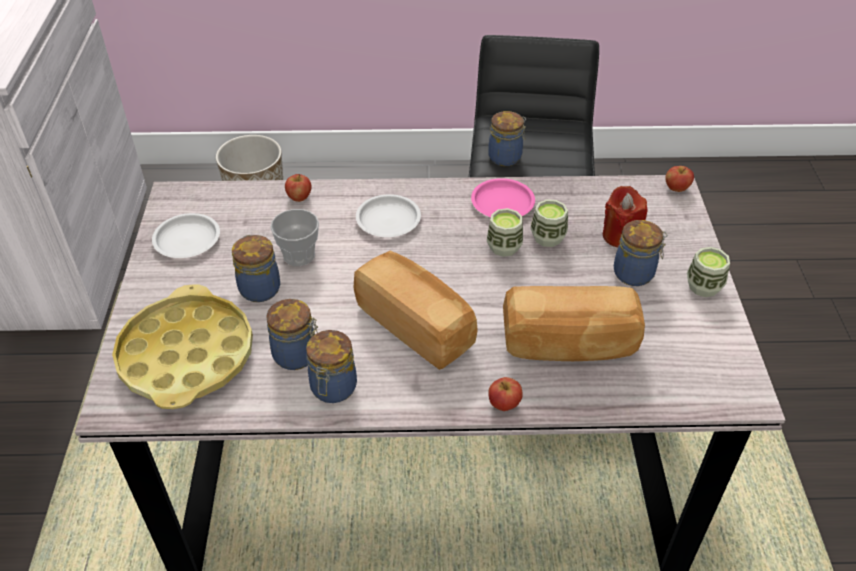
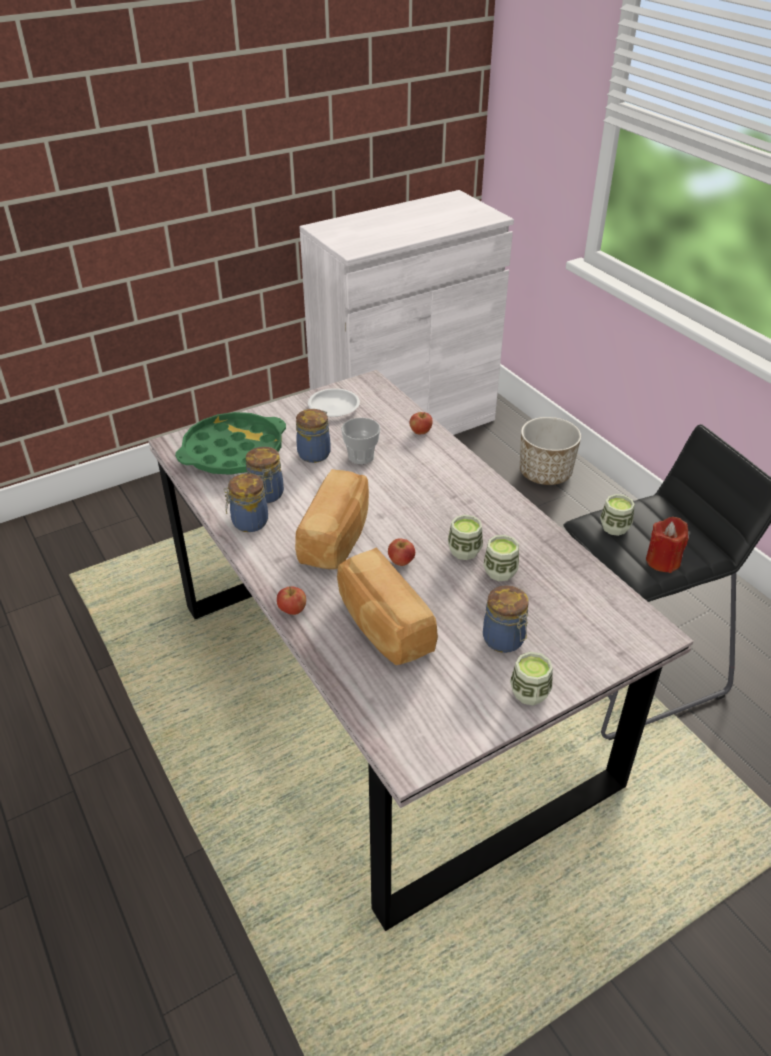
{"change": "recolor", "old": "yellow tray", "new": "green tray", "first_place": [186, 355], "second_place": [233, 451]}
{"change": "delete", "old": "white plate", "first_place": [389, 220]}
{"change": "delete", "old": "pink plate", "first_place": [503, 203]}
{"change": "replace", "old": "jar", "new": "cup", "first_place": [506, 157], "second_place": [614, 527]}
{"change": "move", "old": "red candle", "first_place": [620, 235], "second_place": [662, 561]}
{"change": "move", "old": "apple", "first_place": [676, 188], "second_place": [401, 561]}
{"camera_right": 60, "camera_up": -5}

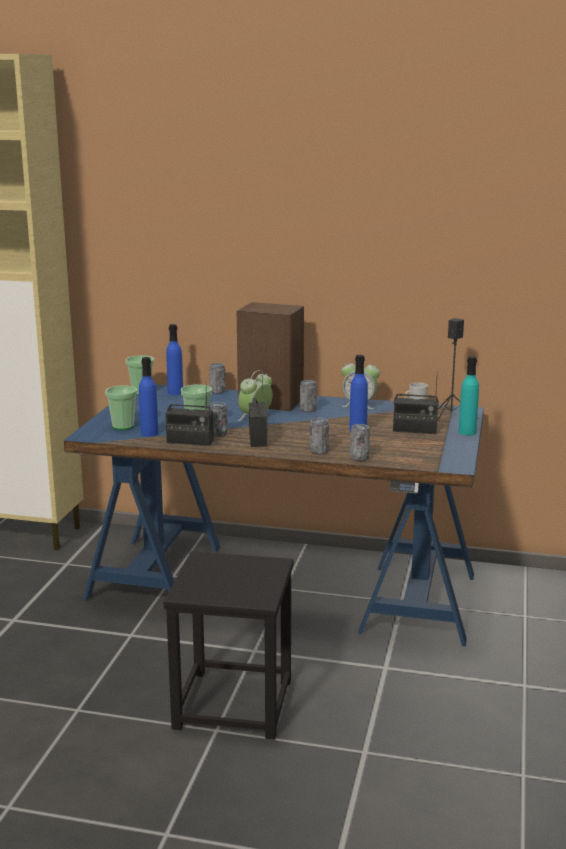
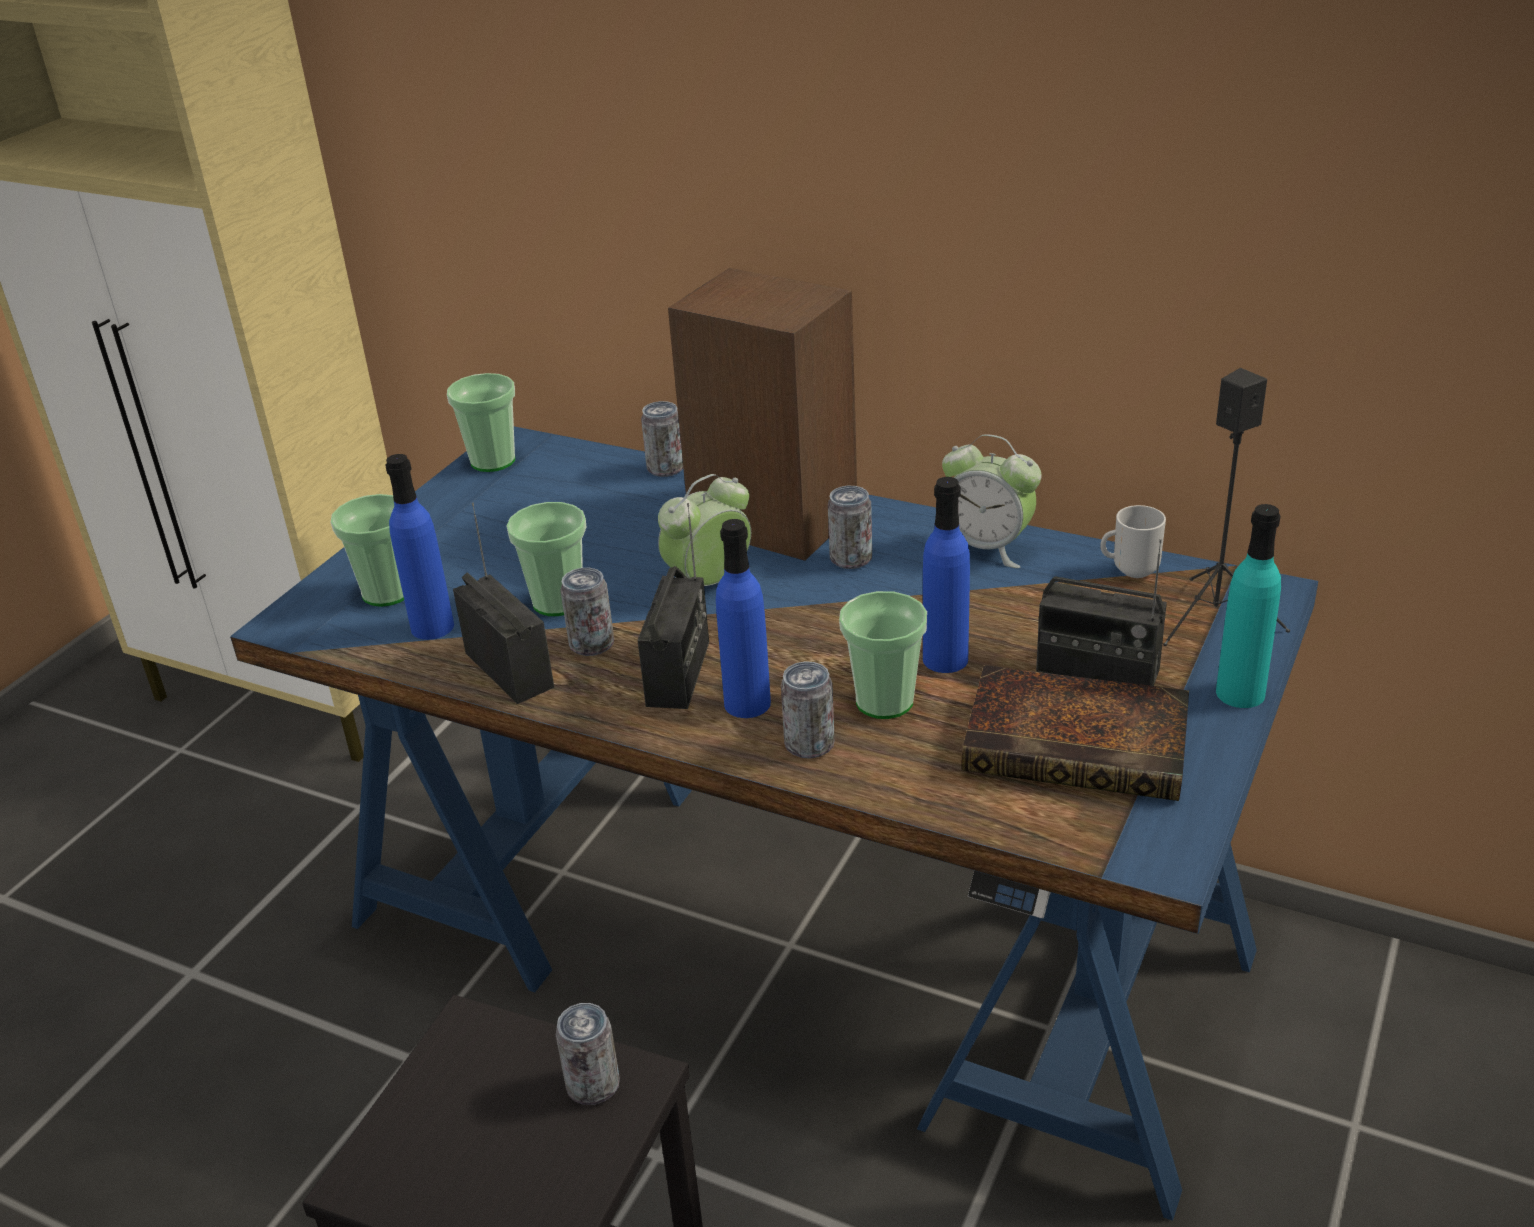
{"change": "rotate", "old": "radio", "first_place": [190, 441], "second_place": [510, 670], "degrees": -150}
{"change": "move", "old": "blue bottle", "first_place": [175, 392], "second_place": [747, 703]}
{"change": "move", "old": "can", "first_place": [359, 458], "second_place": [593, 1085]}
{"change": "insert", "new": "cup", "second_place": [884, 701]}
{"change": "insert", "new": "book", "second_place": [1082, 744]}
{"camera_right": 15, "camera_up": 15}

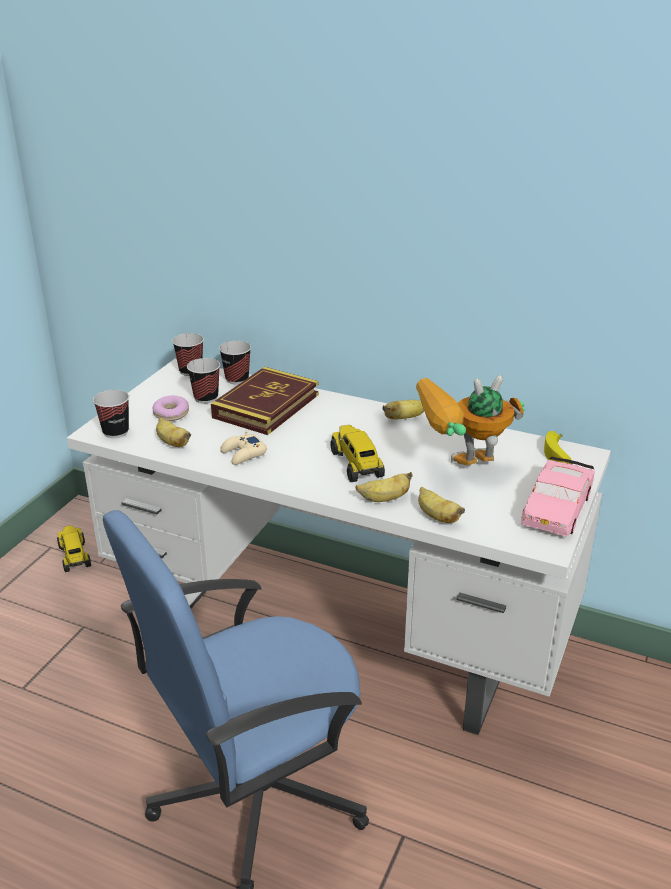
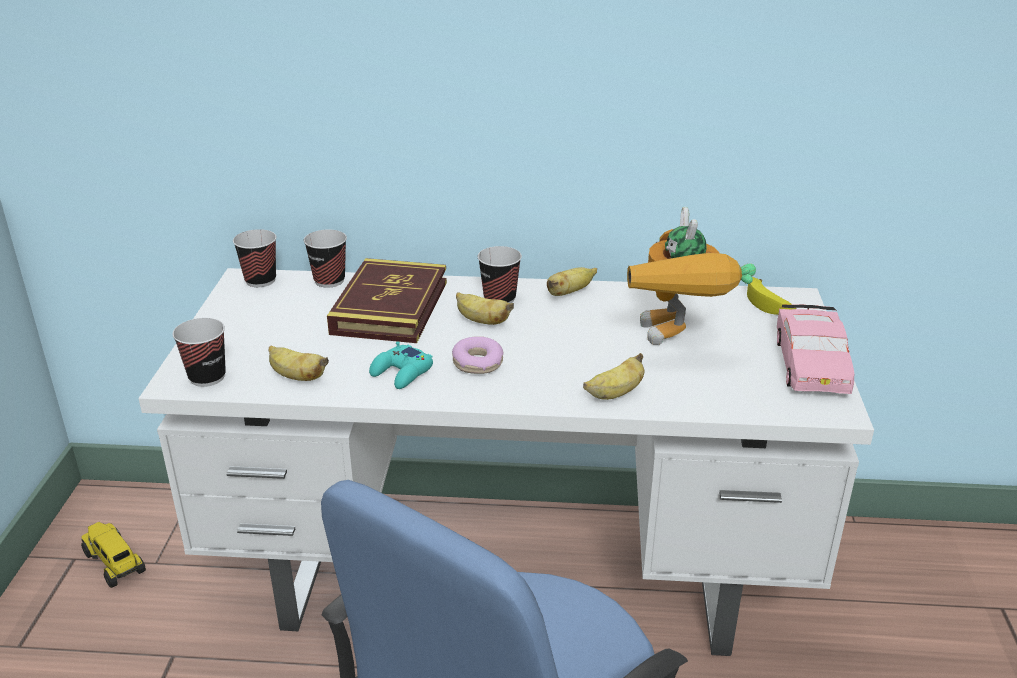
{"change": "move", "old": "donut", "first_place": [171, 414], "second_place": [477, 363]}
{"change": "move", "old": "cup", "first_place": [206, 398], "second_place": [499, 299]}
{"change": "recolor", "old": "beige game controller", "new": "turquoise game controller", "first_place": [243, 454], "second_place": [402, 373]}
{"change": "delete", "old": "toy truck", "first_place": [357, 465]}
{"change": "rotate", "old": "toy robot", "first_place": [461, 471], "second_place": [678, 342], "degrees": -60}
{"change": "move", "old": "banana", "first_place": [436, 517], "second_place": [481, 321]}
{"camera_right": -20, "camera_up": 0}

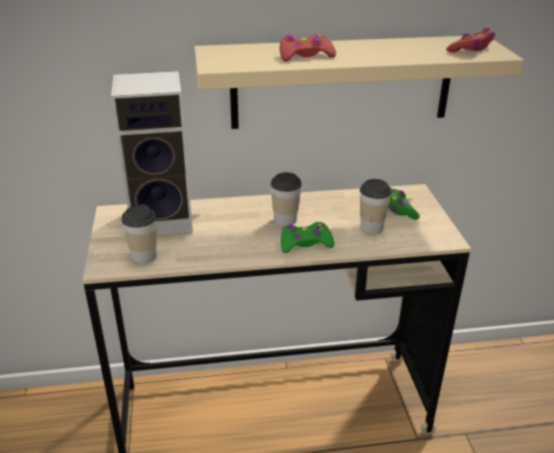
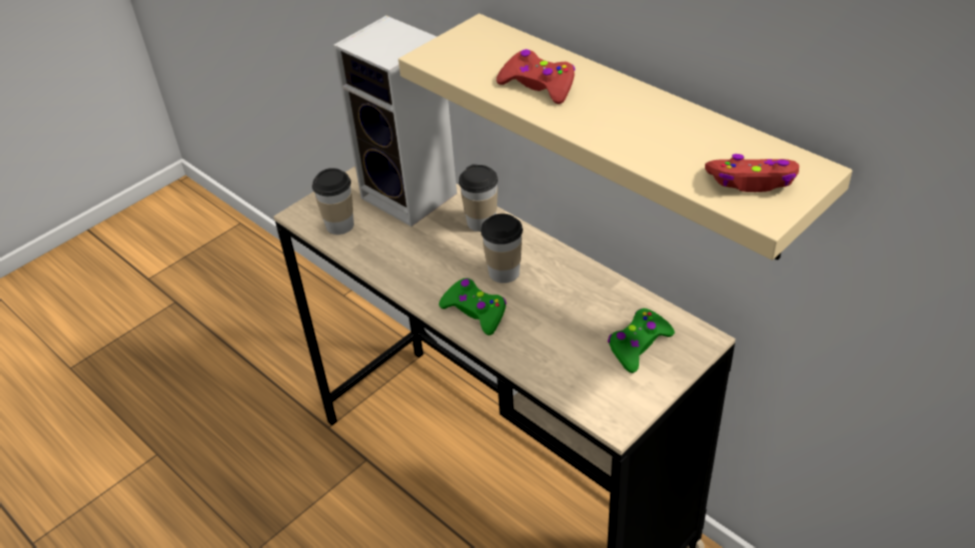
{"change": "move", "old": "cup", "first_place": [371, 227], "second_place": [481, 222]}
{"camera_right": 55, "camera_up": 10}

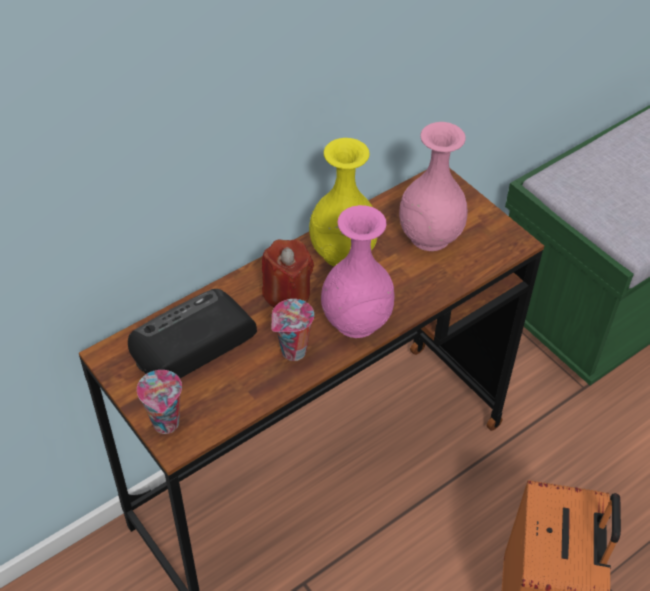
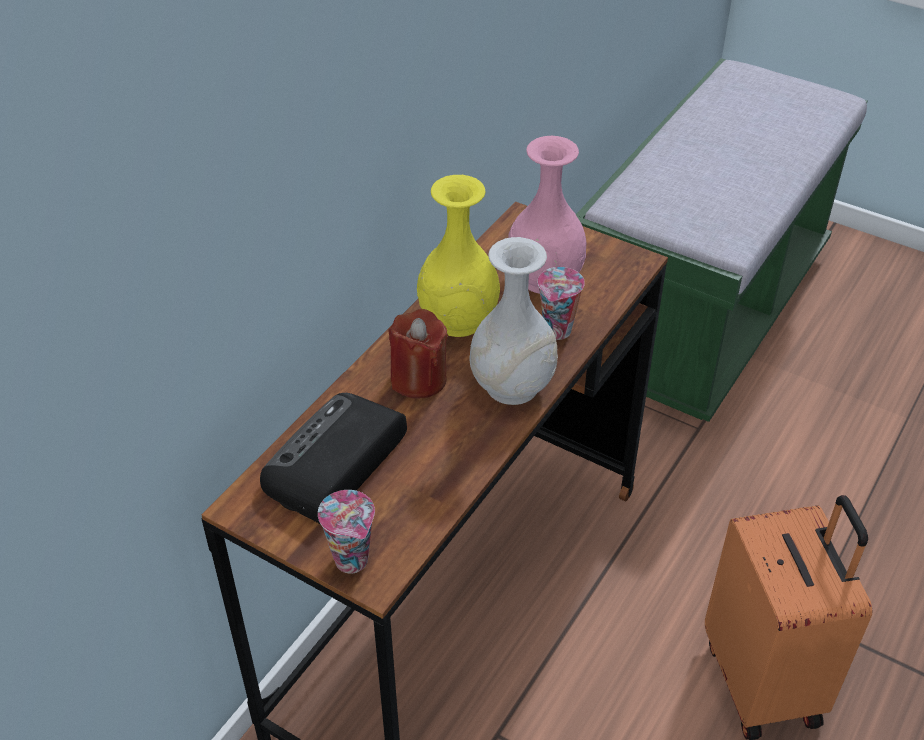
{"change": "move", "old": "cup", "first_place": [293, 352], "second_place": [557, 332]}
{"change": "recolor", "old": "pink vase", "new": "white vase", "first_place": [356, 322], "second_place": [513, 387]}
{"camera_right": -20, "camera_up": -5}

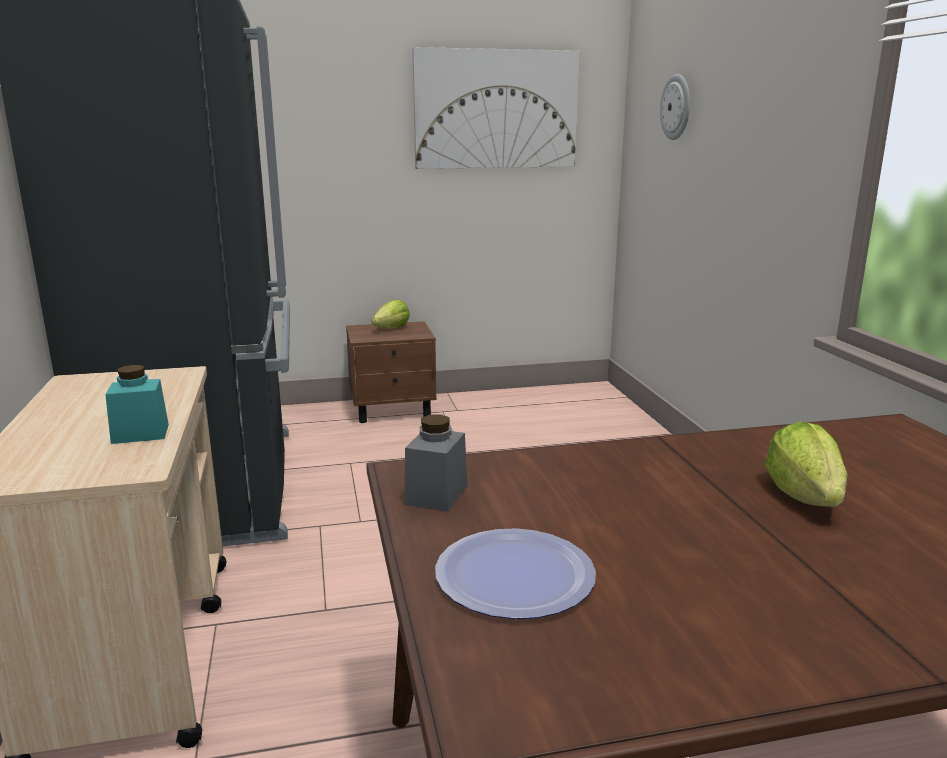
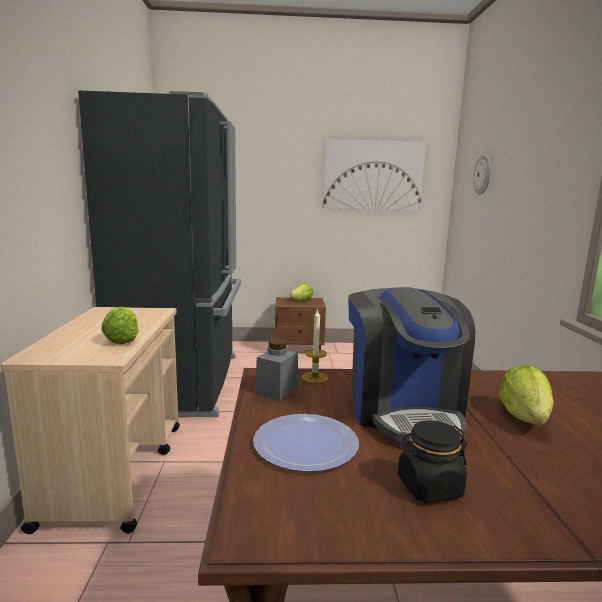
{"change": "replace", "old": "turquoise jar", "new": "lettuce", "first_place": [140, 434], "second_place": [123, 340]}
{"change": "insert", "new": "candle", "second_place": [315, 377]}
{"change": "insert", "new": "coffee machine", "second_place": [403, 409]}
{"change": "insert", "new": "black jar", "second_place": [429, 487]}
{"camera_right": 10, "camera_up": -5}

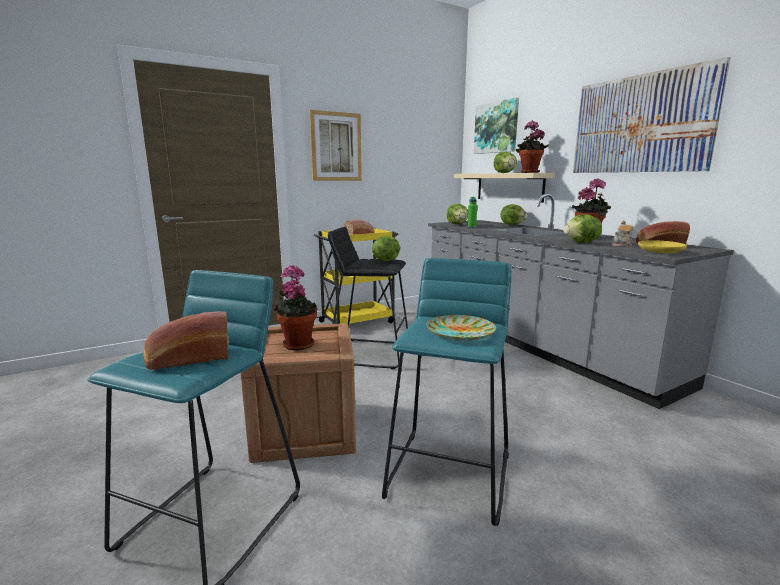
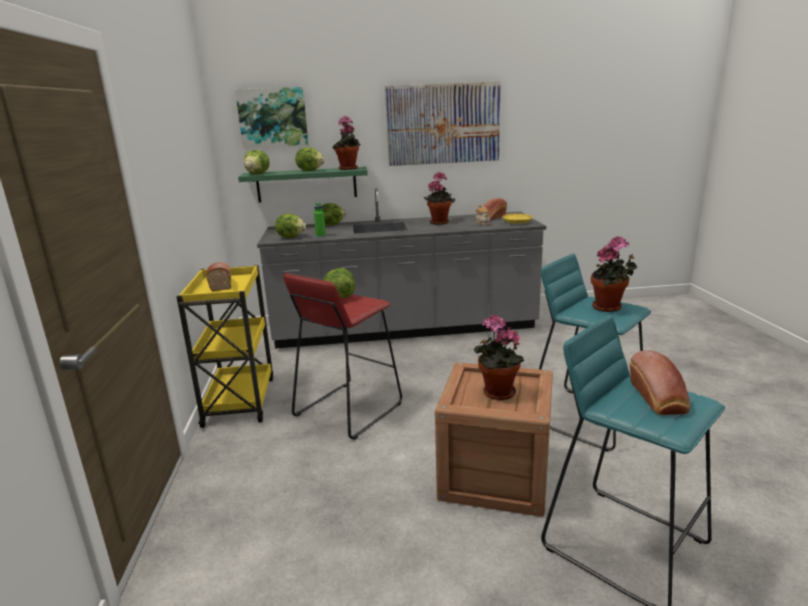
{"change": "delete", "old": "picture", "first_place": [336, 147]}
{"change": "recolor", "old": "black stool", "new": "red stool", "first_place": [370, 353], "second_place": [347, 410]}
{"change": "replace", "old": "plate", "new": "potted plant", "first_place": [460, 332], "second_place": [609, 308]}
{"change": "recolor", "old": "beige shelf", "new": "green shelf", "first_place": [509, 187], "second_place": [306, 184]}
{"change": "move", "old": "lettuce", "first_place": [582, 243], "second_place": [258, 174]}
{"camera_right": -65, "camera_up": 5}

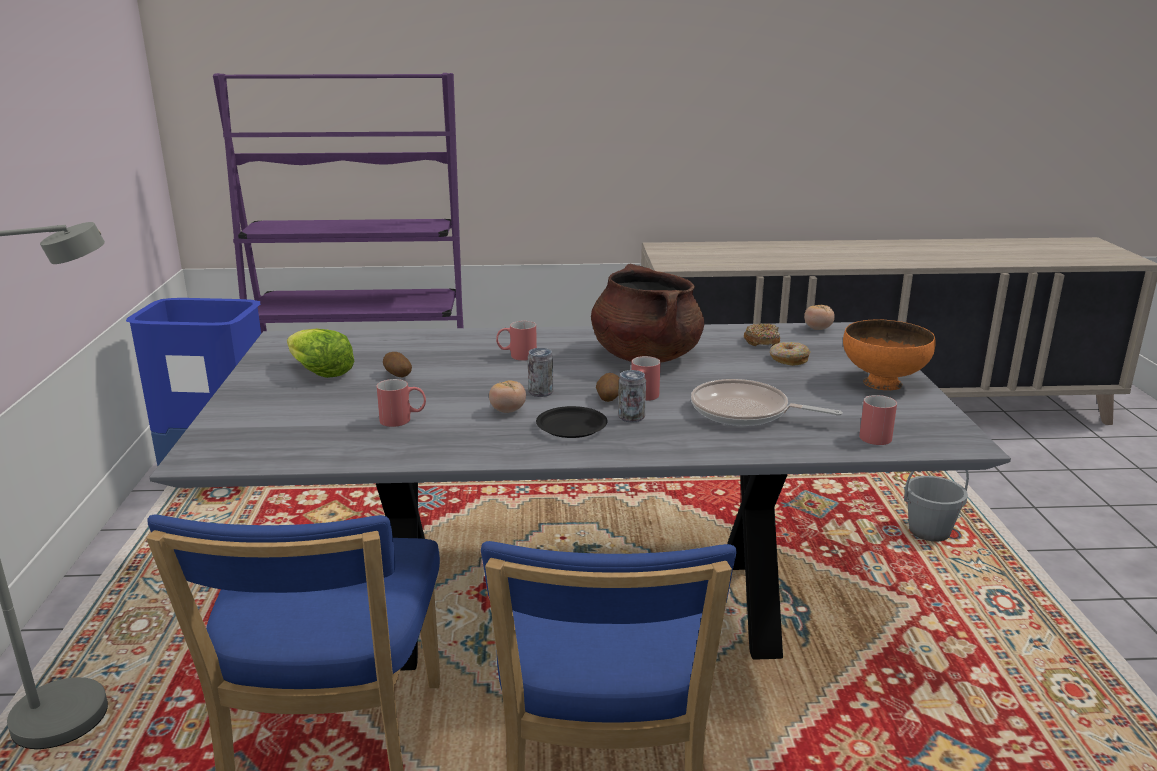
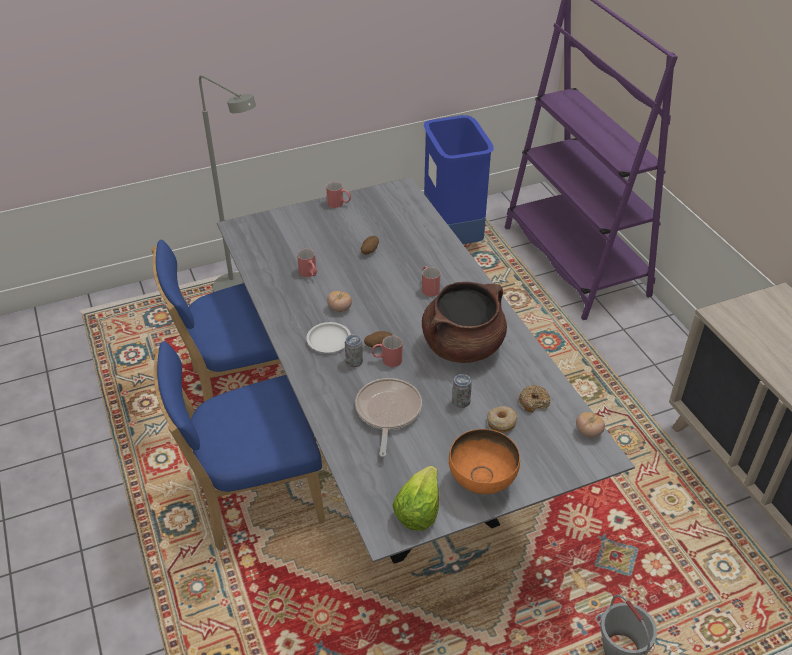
{"change": "move", "old": "lettuce", "first_place": [319, 372], "second_place": [418, 509]}
{"change": "move", "old": "can", "first_place": [540, 392], "second_place": [461, 402]}
{"change": "recolor", "old": "black plate", "new": "white plate", "first_place": [571, 427], "second_place": [328, 340]}
{"change": "move", "old": "red mug", "first_place": [879, 435], "second_place": [339, 204]}
{"camera_right": 70, "camera_up": 20}

